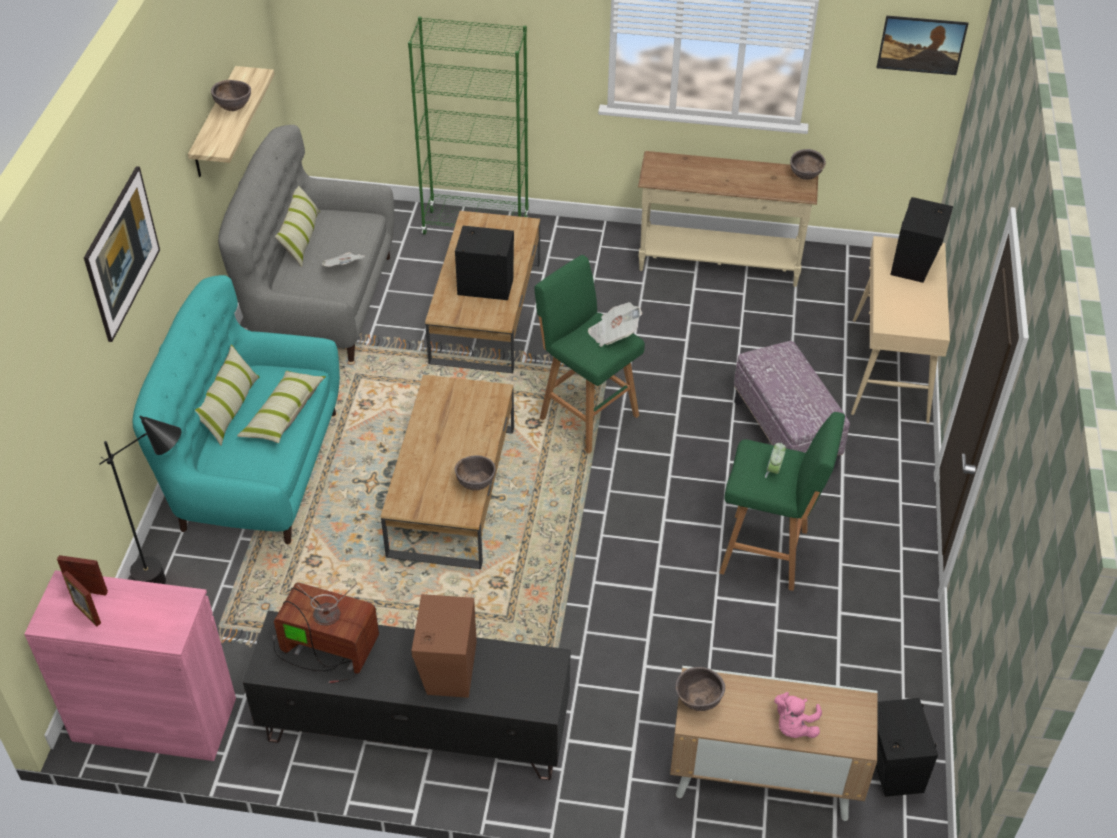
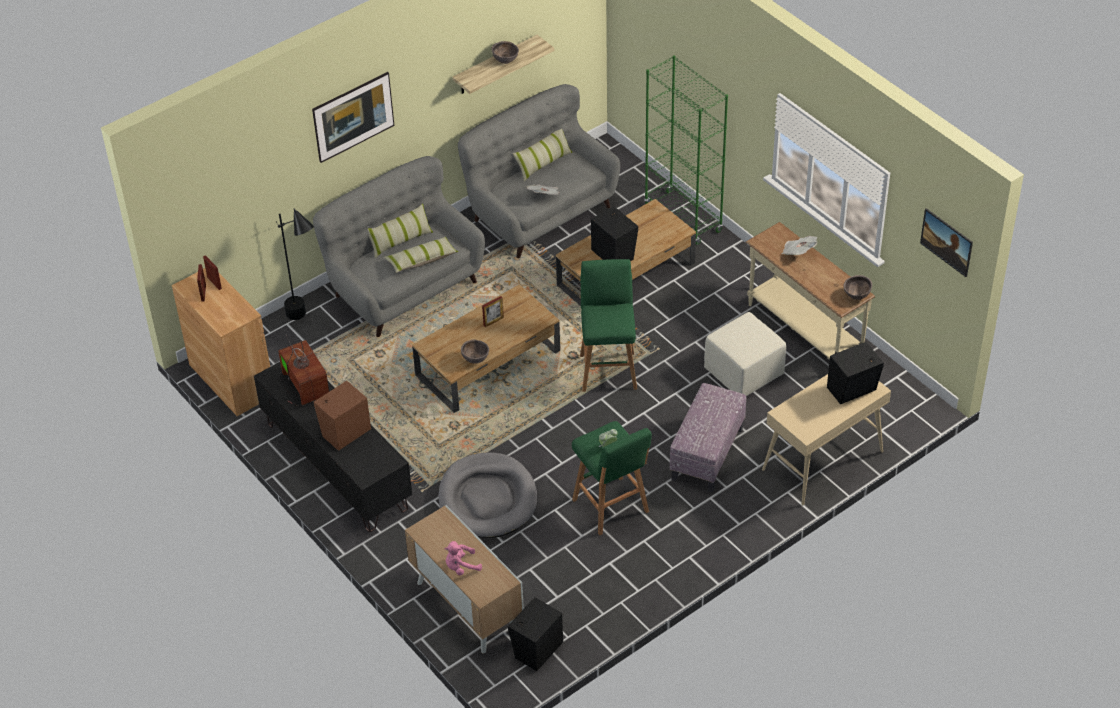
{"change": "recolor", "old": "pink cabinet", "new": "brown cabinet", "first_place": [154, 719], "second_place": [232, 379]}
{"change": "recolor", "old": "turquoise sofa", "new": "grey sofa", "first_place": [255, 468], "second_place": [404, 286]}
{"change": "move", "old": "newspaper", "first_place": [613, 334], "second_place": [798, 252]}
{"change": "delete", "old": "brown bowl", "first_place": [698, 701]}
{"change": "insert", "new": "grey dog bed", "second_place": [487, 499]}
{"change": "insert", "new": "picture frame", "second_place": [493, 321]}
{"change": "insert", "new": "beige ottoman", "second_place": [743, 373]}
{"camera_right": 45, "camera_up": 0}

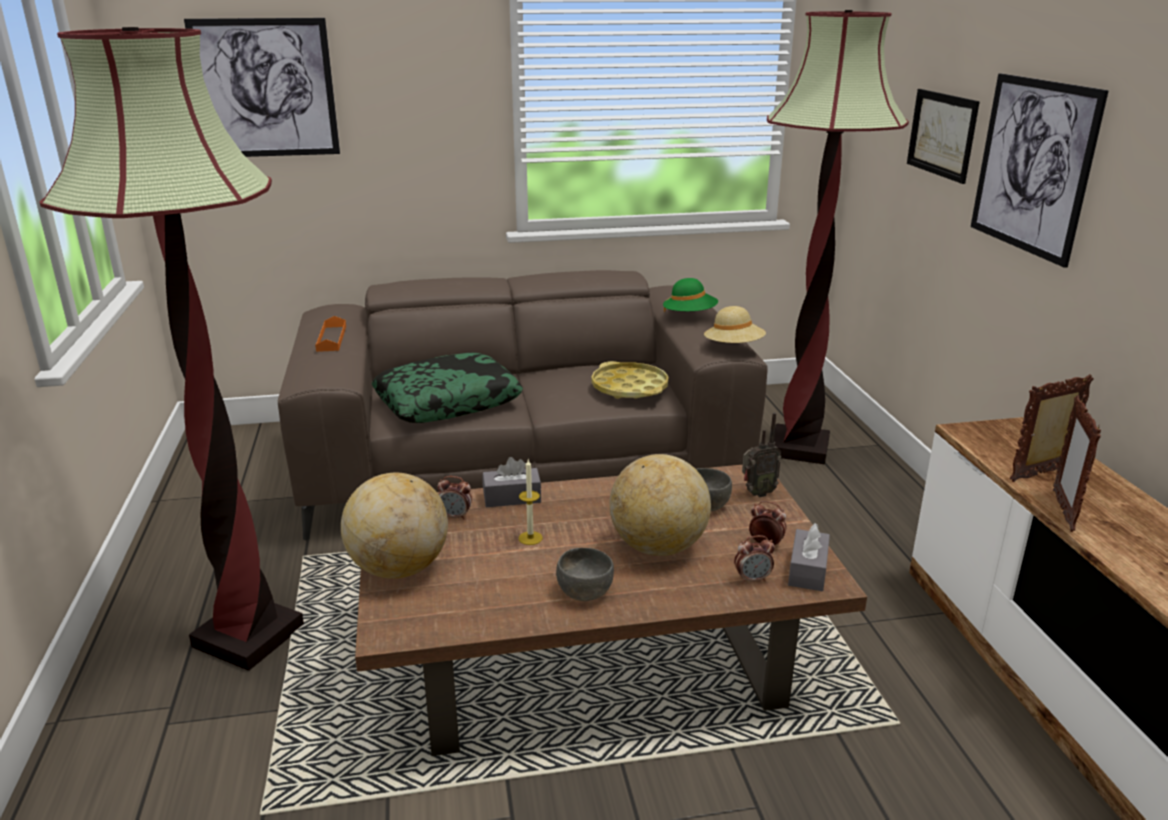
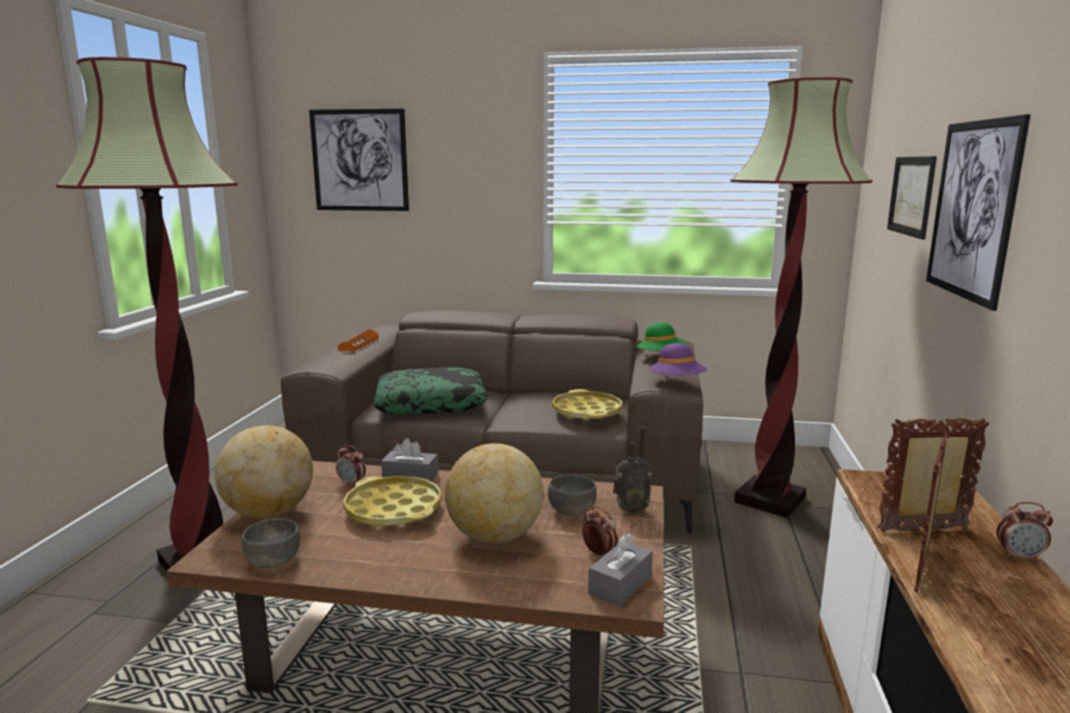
{"change": "replace", "old": "candle", "new": "yellow tray", "first_place": [530, 538], "second_place": [393, 509]}
{"change": "move", "old": "grey bowl", "first_place": [584, 591], "second_place": [273, 560]}
{"change": "recolor", "old": "beige hat", "new": "purple hat", "first_place": [733, 347], "second_place": [677, 382]}
{"change": "move", "old": "alarm clock", "first_place": [752, 579], "second_place": [1019, 556]}
{"camera_right": 20, "camera_up": -10}

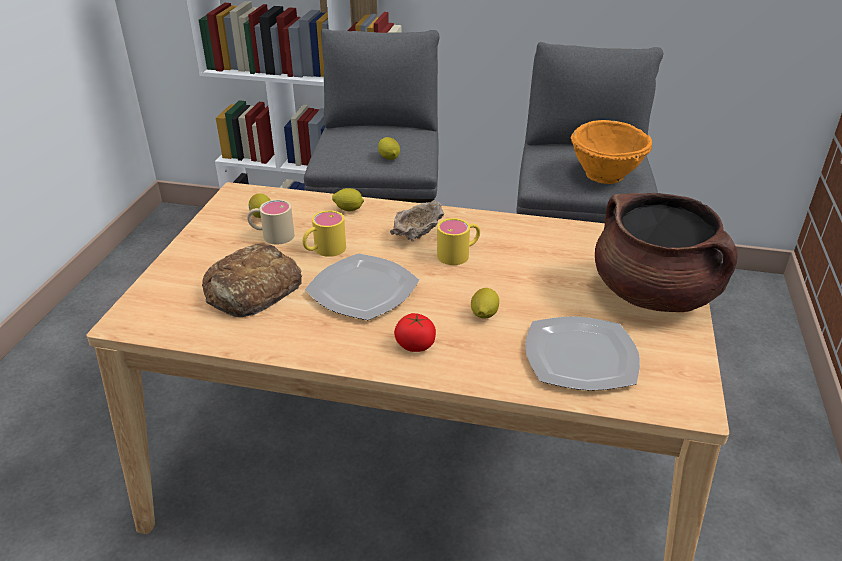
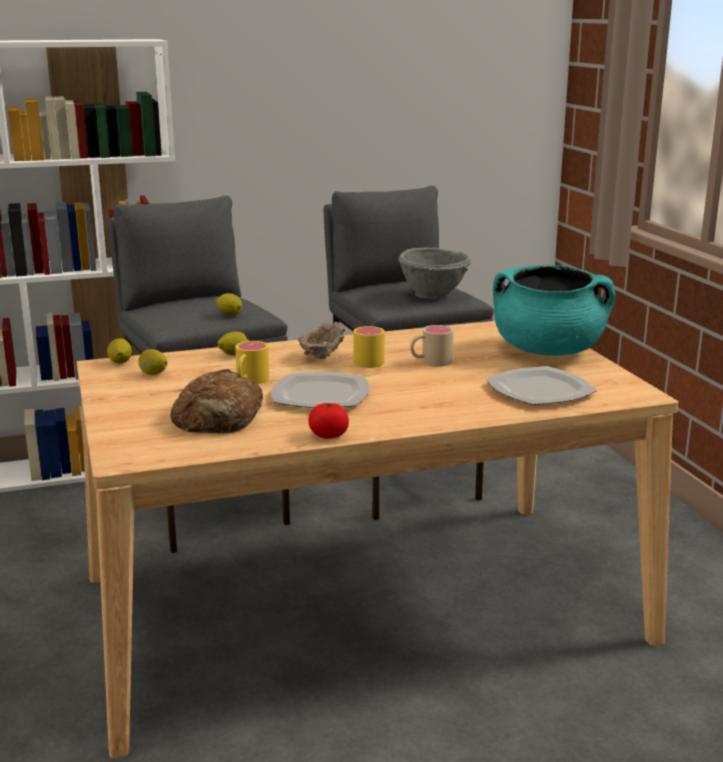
{"change": "move", "old": "beige mug", "first_place": [271, 235], "second_place": [430, 362]}
{"change": "move", "old": "tomato", "first_place": [415, 345], "second_place": [328, 435]}
{"change": "move", "old": "lemon", "first_place": [483, 315], "second_place": [120, 363]}
{"change": "recolor", "old": "orange bowl", "new": "grey bowl", "first_place": [606, 176], "second_place": [434, 295]}
{"change": "recolor", "old": "brown cooking pot", "new": "turquoise cooking pot", "first_place": [654, 294], "second_place": [548, 351]}
{"camera_right": -30, "camera_up": -15}

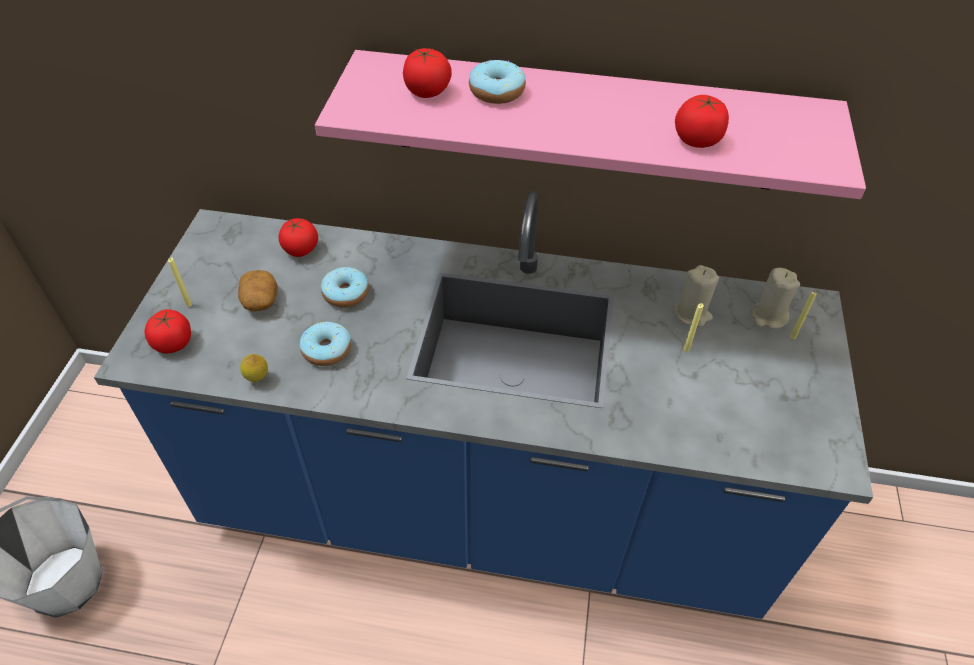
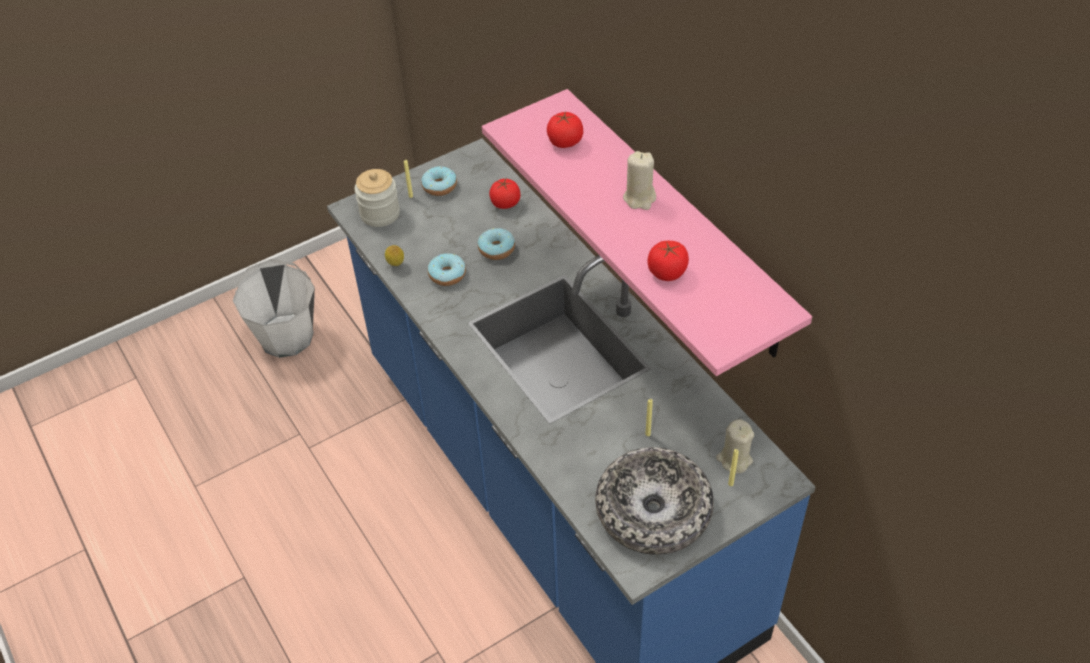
{"change": "replace", "old": "tomato", "new": "jar", "first_place": [173, 343], "second_place": [380, 214]}
{"change": "delete", "old": "potato", "first_place": [261, 301]}
{"change": "move", "old": "donut", "first_place": [497, 92], "second_place": [439, 186]}
{"change": "move", "old": "beige candle", "first_place": [692, 314], "second_place": [639, 198]}
{"change": "insert", "new": "bowl", "second_place": [653, 510]}
{"camera_right": 50, "camera_up": 0}

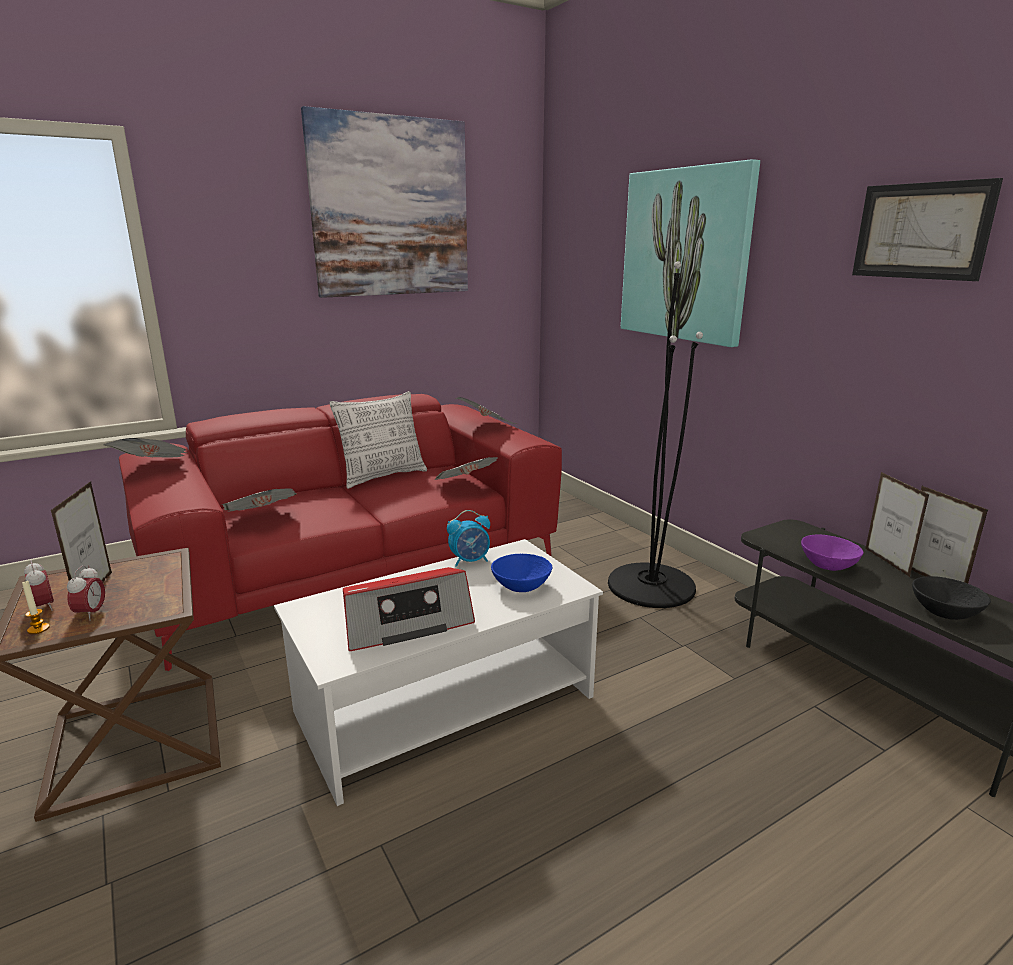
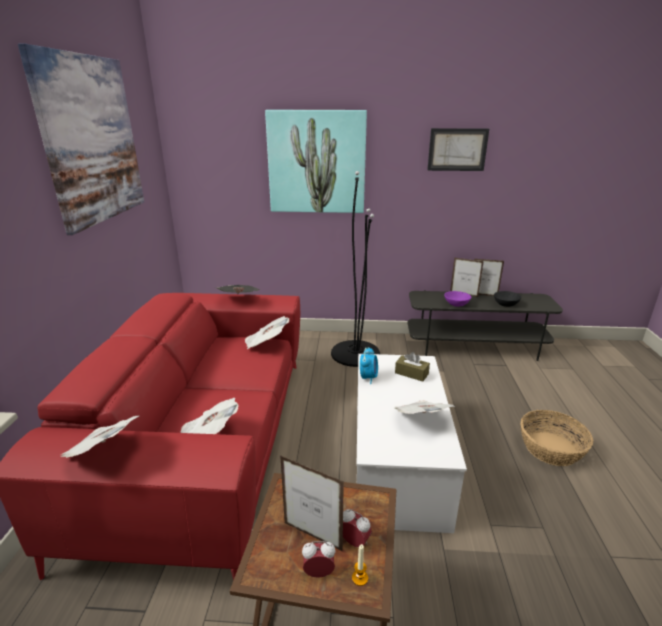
{"change": "delete", "old": "pillow", "first_place": [383, 476]}
{"change": "replace", "old": "radio", "new": "newspaper", "first_place": [406, 623], "second_place": [421, 419]}
{"change": "replace", "old": "blue bowl", "new": "brown tissue box", "first_place": [521, 586], "second_place": [411, 373]}
{"change": "insert", "new": "basket", "second_place": [550, 448]}
{"camera_right": -55, "camera_up": 5}

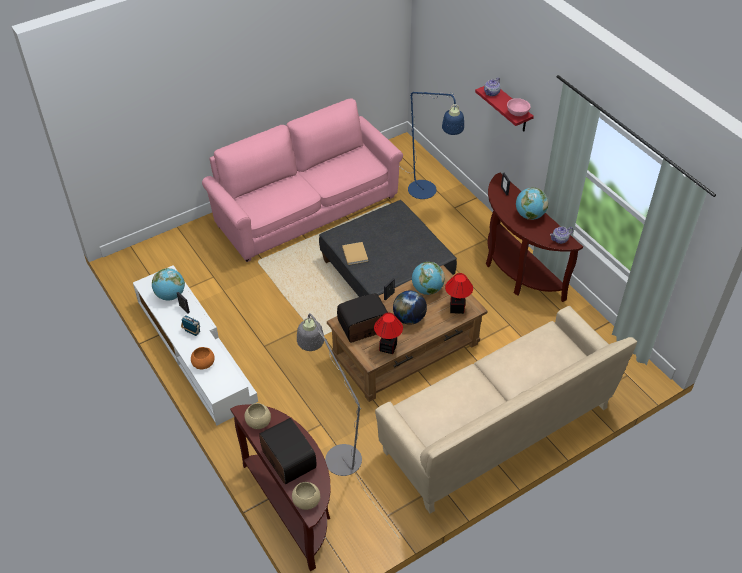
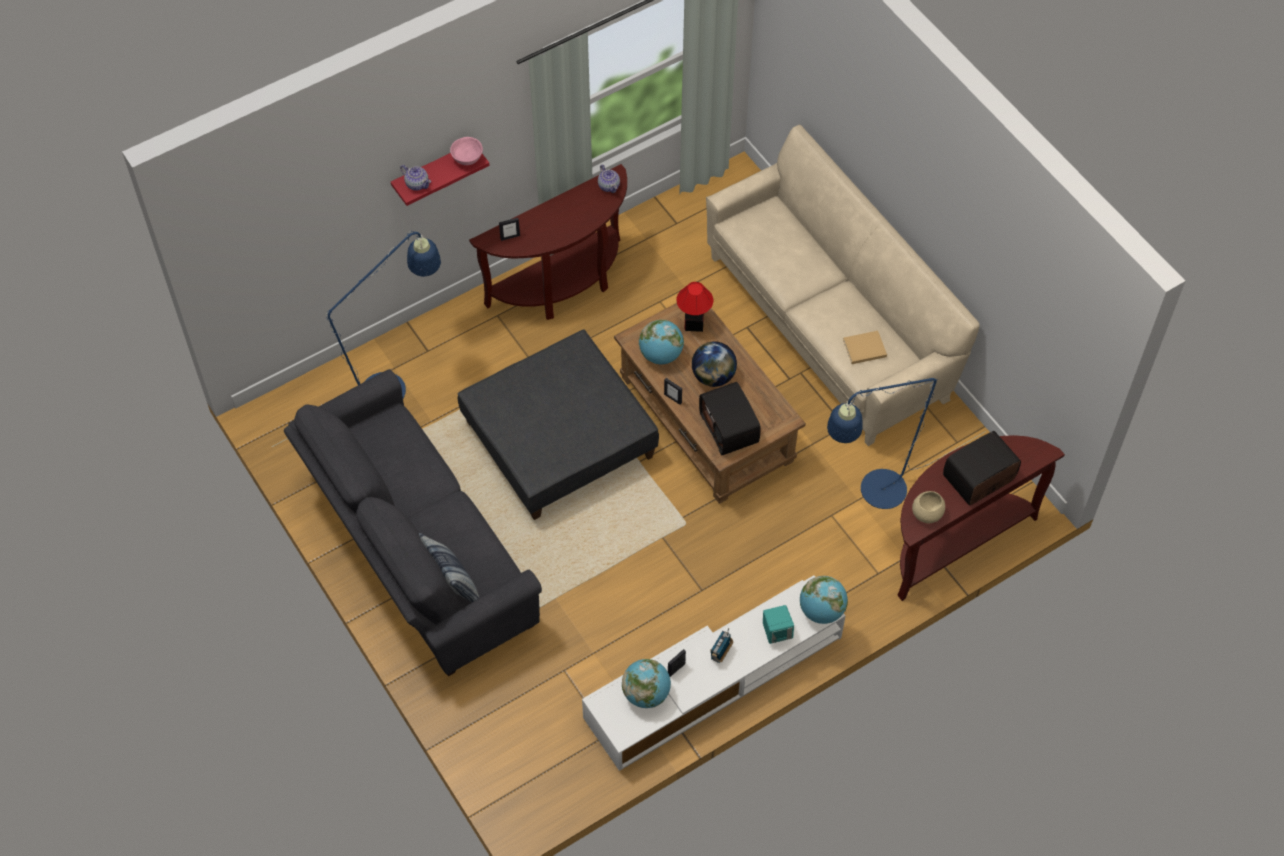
{"change": "replace", "old": "orange bowl", "new": "turquoise speaker", "first_place": [204, 363], "second_place": [777, 632]}
{"change": "recolor", "old": "pink sofa", "new": "grey sofa", "first_place": [305, 208], "second_place": [415, 550]}
{"change": "delete", "old": "beige bowl", "first_place": [307, 501]}
{"change": "recolor", "old": "grey floor lamp", "new": "blue floor lamp", "first_place": [338, 452], "second_place": [873, 495]}
{"change": "move", "old": "beige book", "first_place": [355, 253], "second_place": [863, 348]}
{"change": "delete", "old": "table lamp", "first_place": [387, 347]}
{"change": "move", "old": "globe", "first_place": [529, 215], "second_place": [821, 611]}
{"change": "insert", "new": "pillow", "second_place": [453, 583]}
{"camera_right": -90, "camera_up": 10}

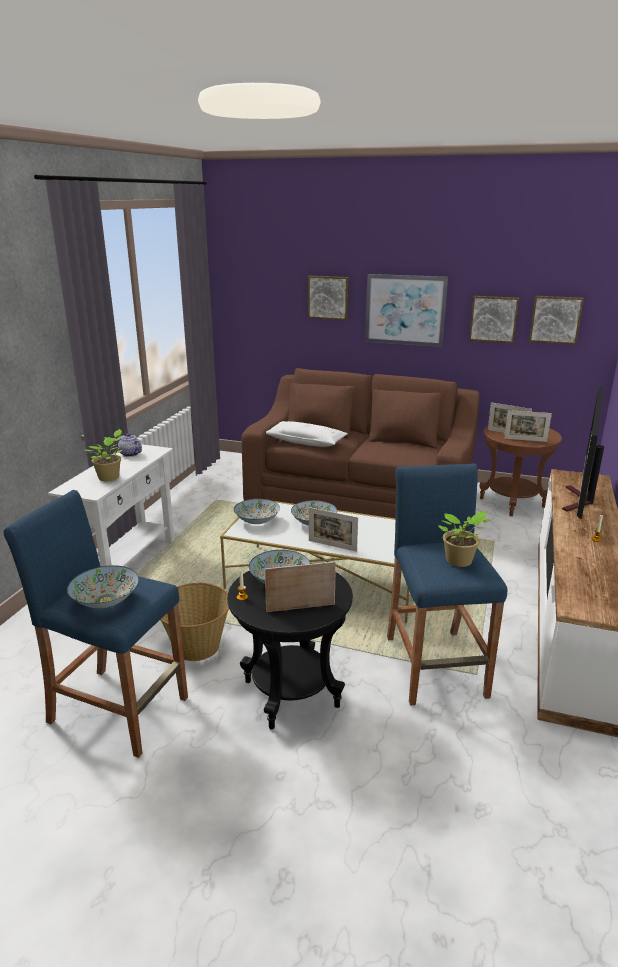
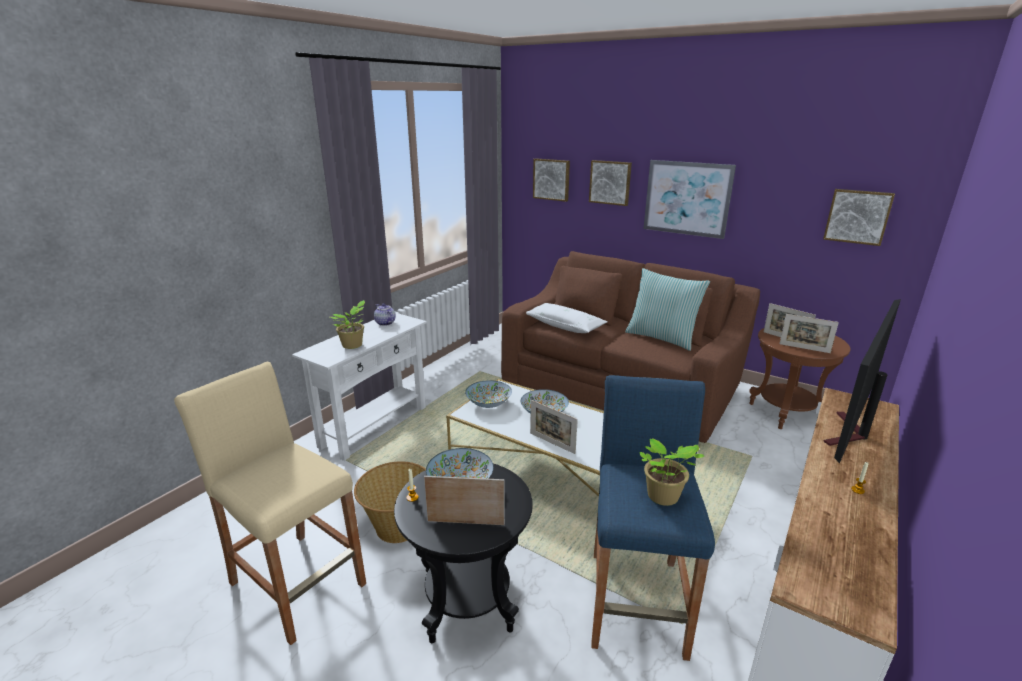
{"change": "recolor", "old": "blue stool", "new": "beige stool", "first_place": [119, 710], "second_place": [298, 583]}
{"change": "delete", "old": "bowl", "first_place": [105, 601]}
{"change": "move", "old": "picture", "first_place": [493, 318], "second_place": [552, 179]}
{"change": "insert", "new": "pillow", "second_place": [662, 337]}
{"camera_right": 15, "camera_up": 0}

